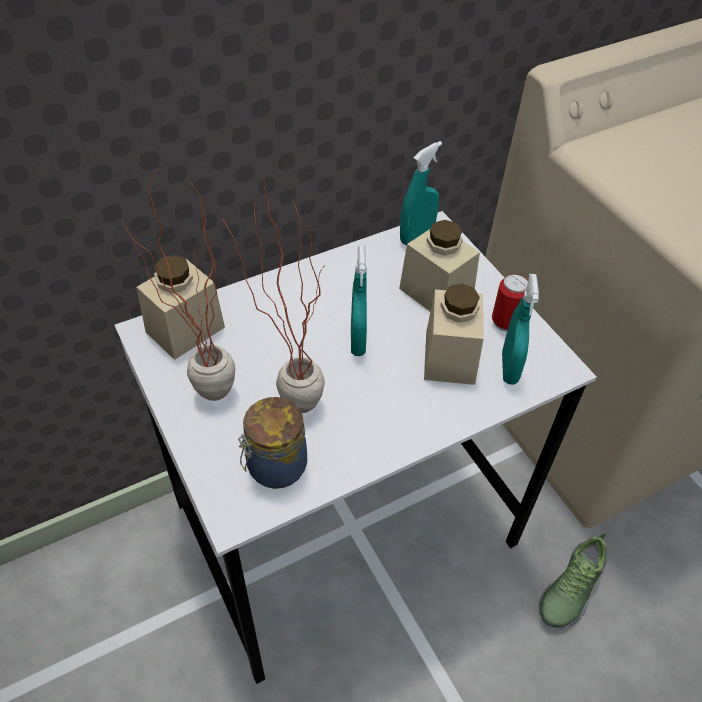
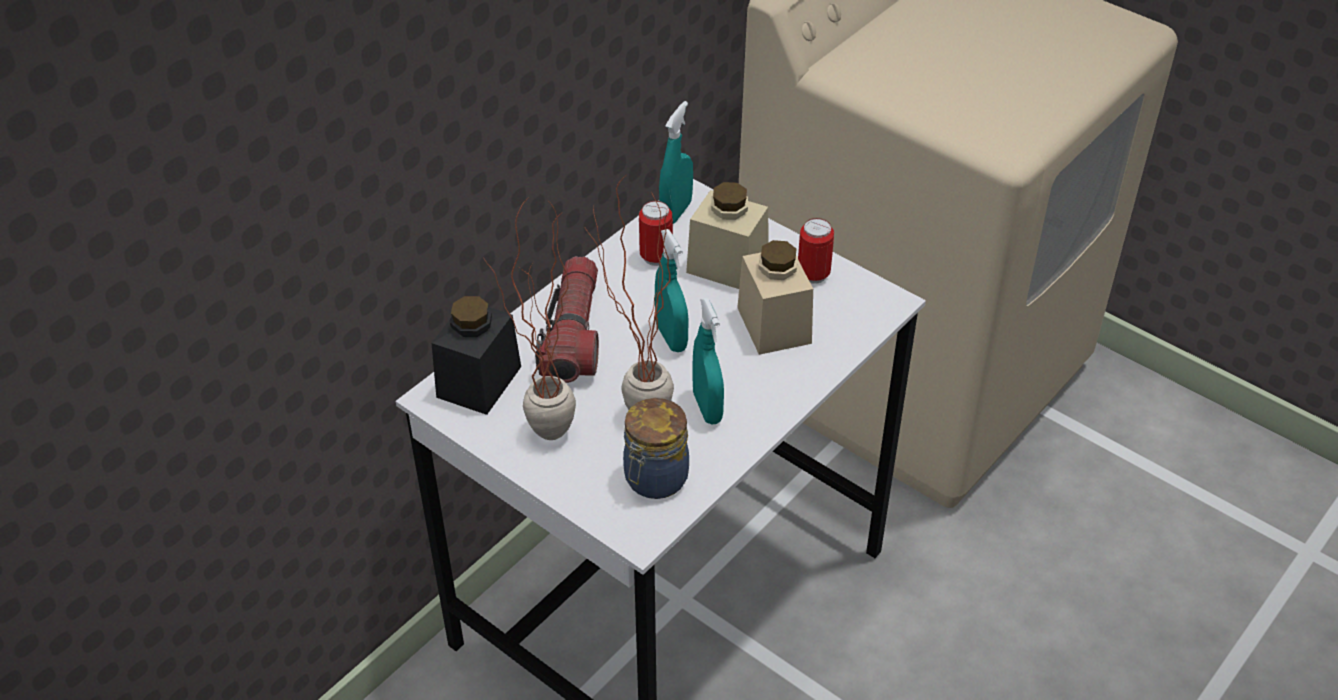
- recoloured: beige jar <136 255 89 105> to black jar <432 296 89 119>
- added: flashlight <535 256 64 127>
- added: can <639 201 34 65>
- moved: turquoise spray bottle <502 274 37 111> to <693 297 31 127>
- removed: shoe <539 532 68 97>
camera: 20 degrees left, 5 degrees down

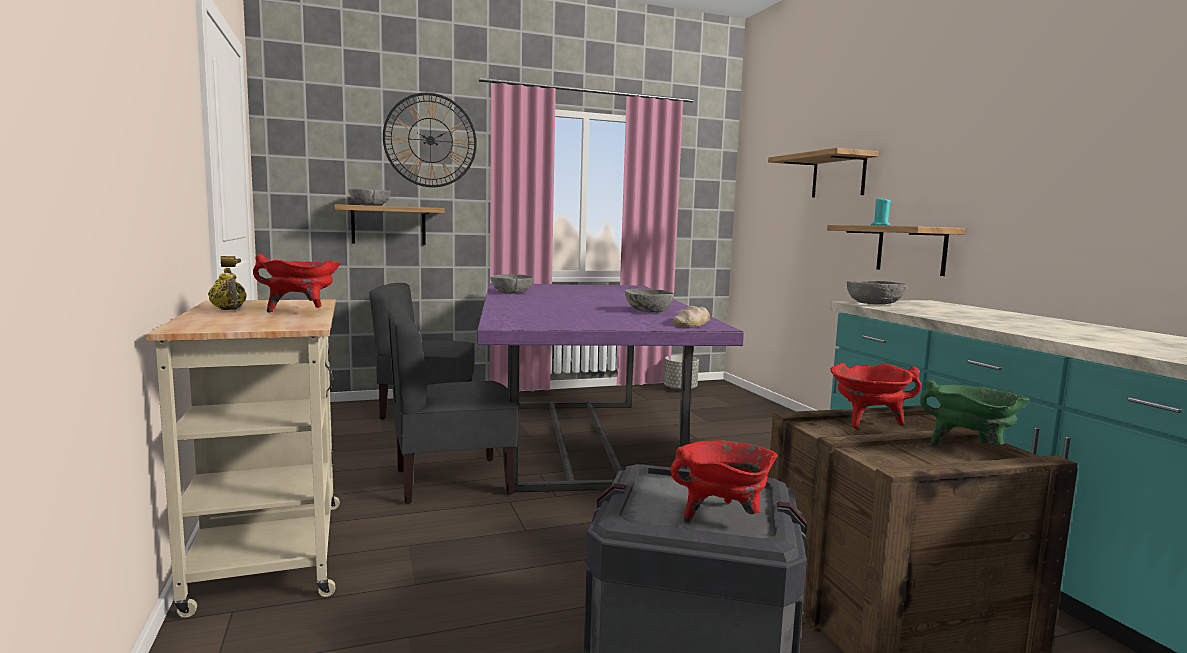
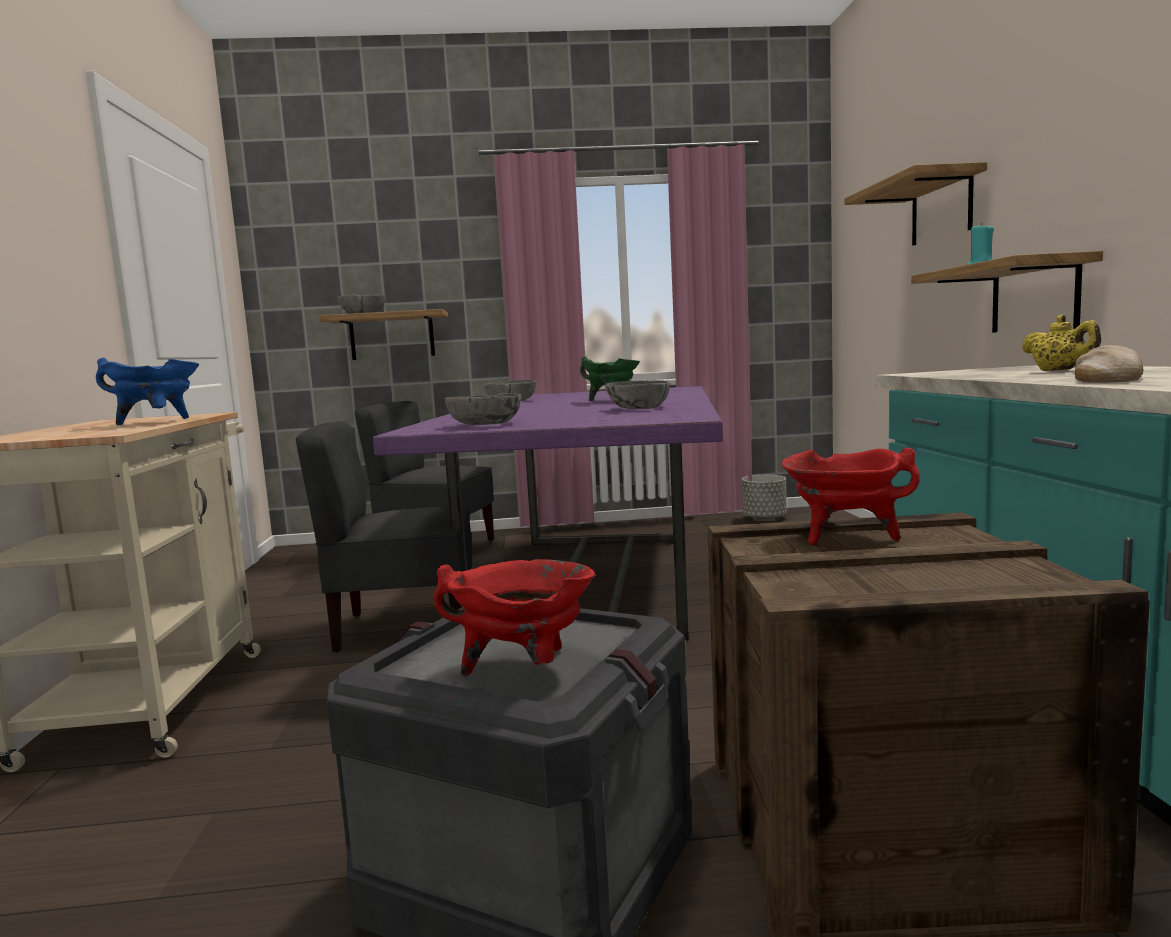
- recoloured: red cooking pot <253 254 88 59> to blue cooking pot <96 358 103 67>
- moved: grey bowl <847 281 61 23> to <445 393 76 32>
- moved: green cooking pot <920 380 110 67> to <580 356 60 45>
- moved: yellow teapot <208 267 39 43> to <1021 314 80 57>
- moved: bread <673 306 37 22> to <1075 345 69 38>
- removed: wall clock <383 93 94 94>
camera: 15 degrees right, 0 degrees up

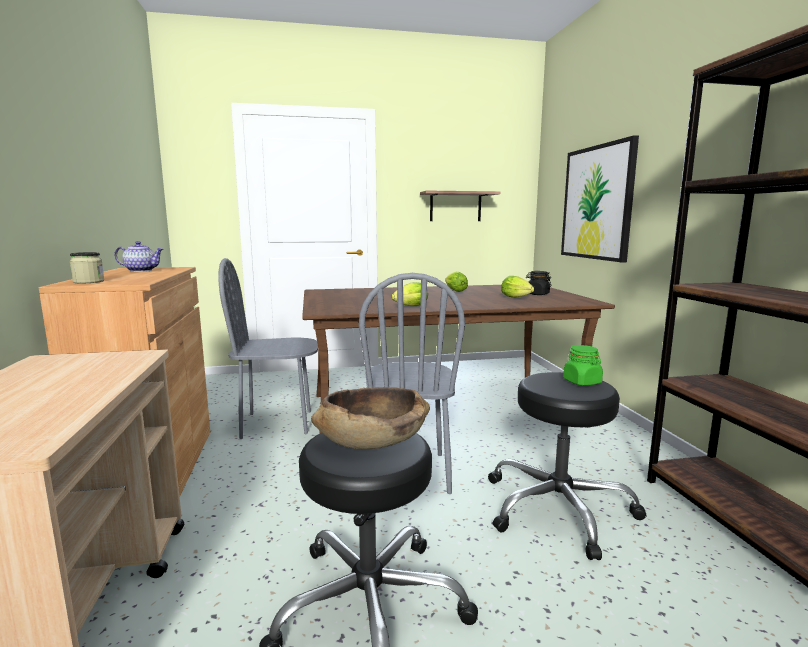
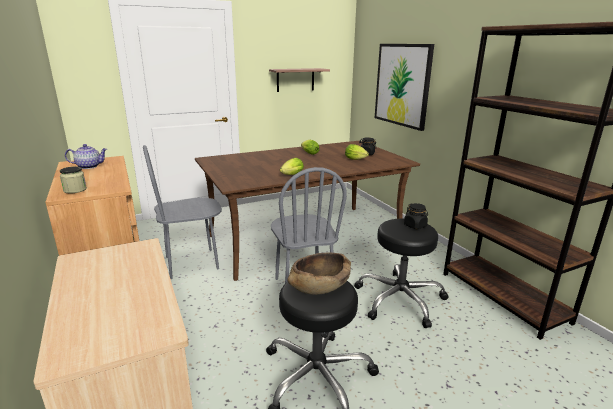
- recoloured: green jar <563 345 40 41> to black jar <404 203 24 26>
camera: 15 degrees left, 10 degrees up

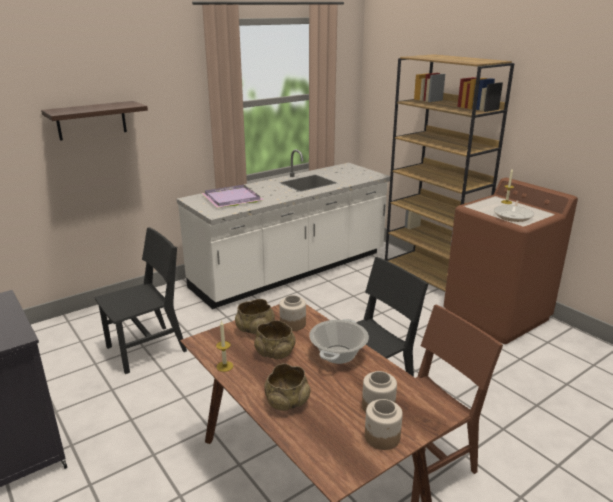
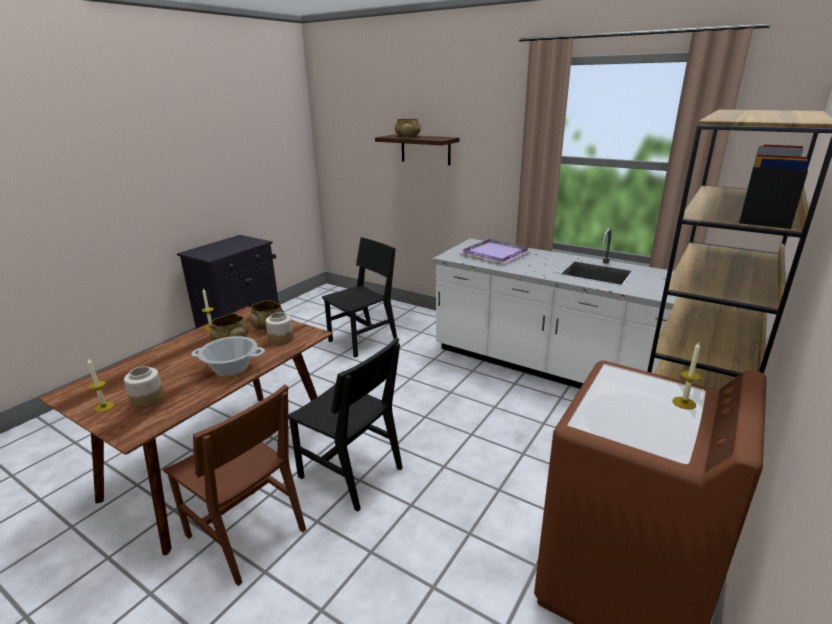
- replaced: jar <365 399 38 51> to candle <87 358 27 54>
- turned: black chair <95 227 92 147> = <322 237 75 121> 75 degrees counterclockwise
- moved: beige bowl <264 363 46 48> to <395 119 26 19>
- removed: frying pan <494 200 40 22>
camera: 70 degrees right, 0 degrees up

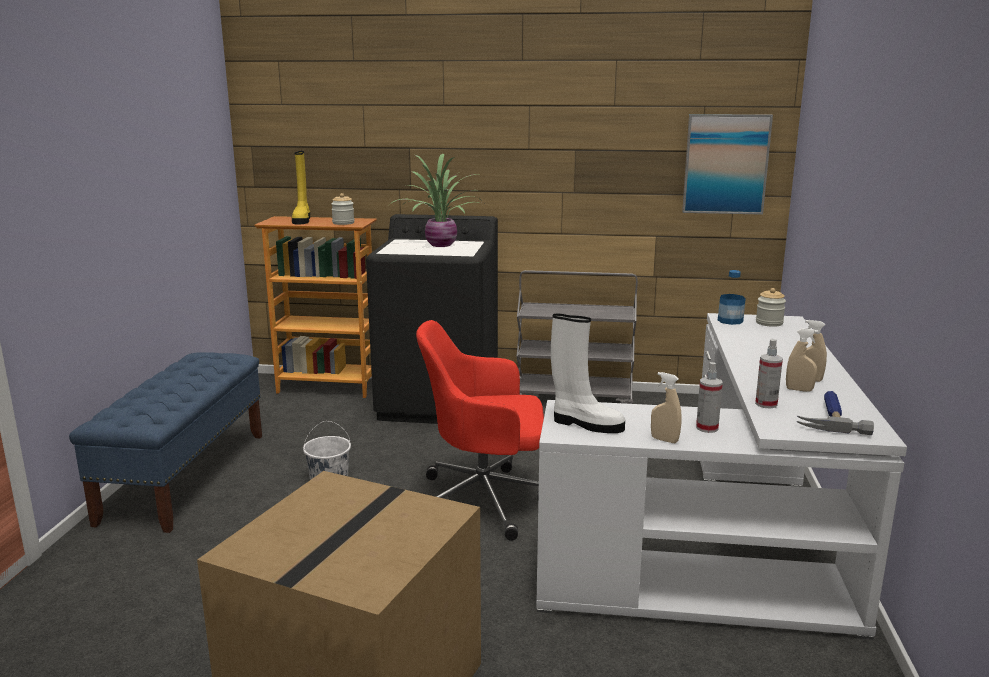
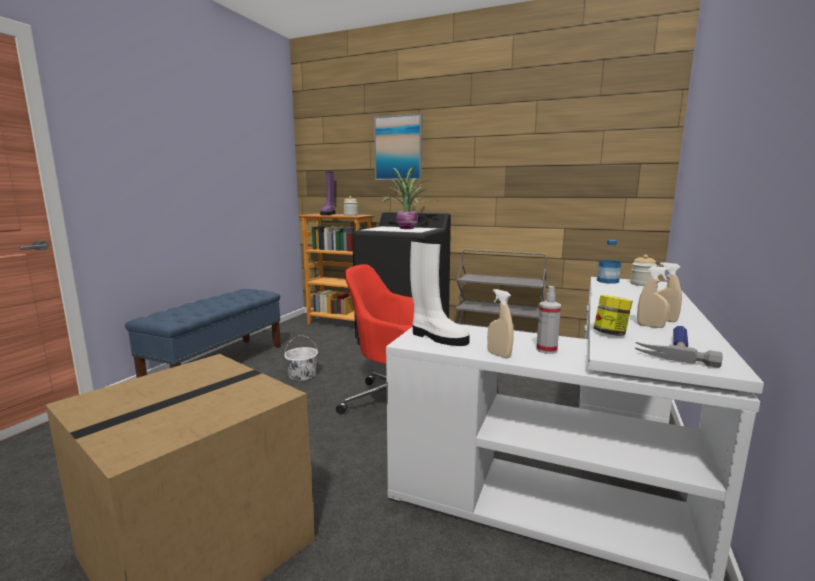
- recoloured: yellow boot <292 151 18 73> to purple boot <320 172 15 43>
- moved: picture <682 114 91 101> to <374 113 48 67>
- replaced: spray bottle <755 339 28 69> to jar <593 295 40 41>
camera: 15 degrees right, 5 degrees down

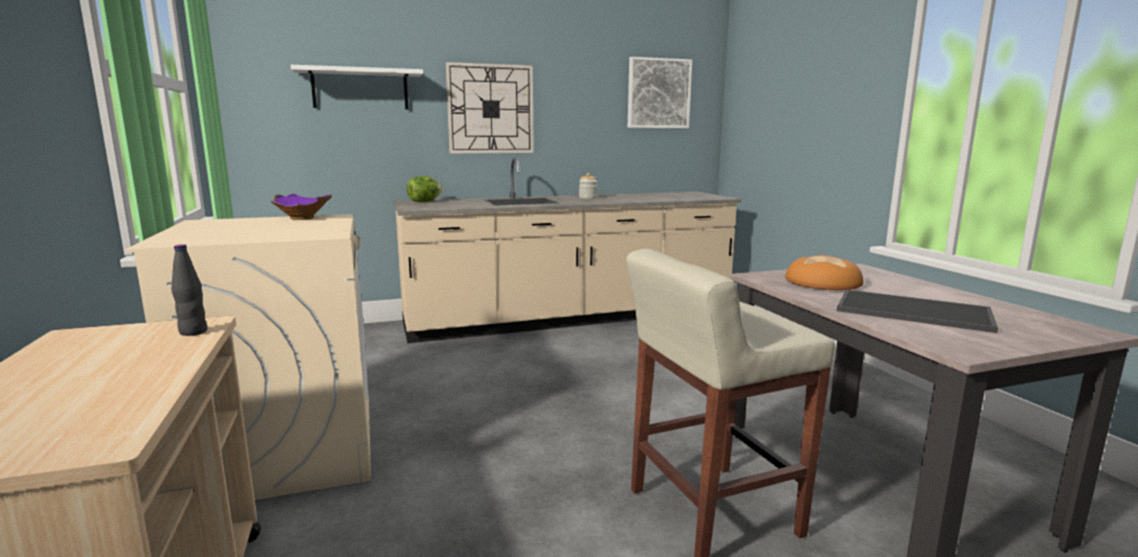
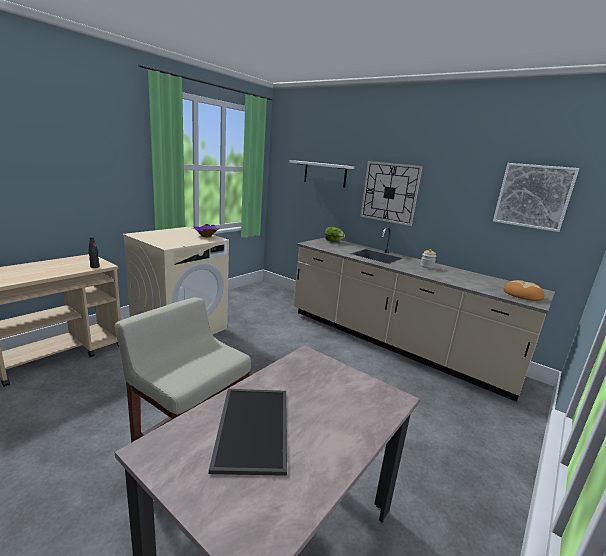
- moved: bread <785 255 78 35> to <504 280 40 21>
camera: 55 degrees right, 5 degrees up

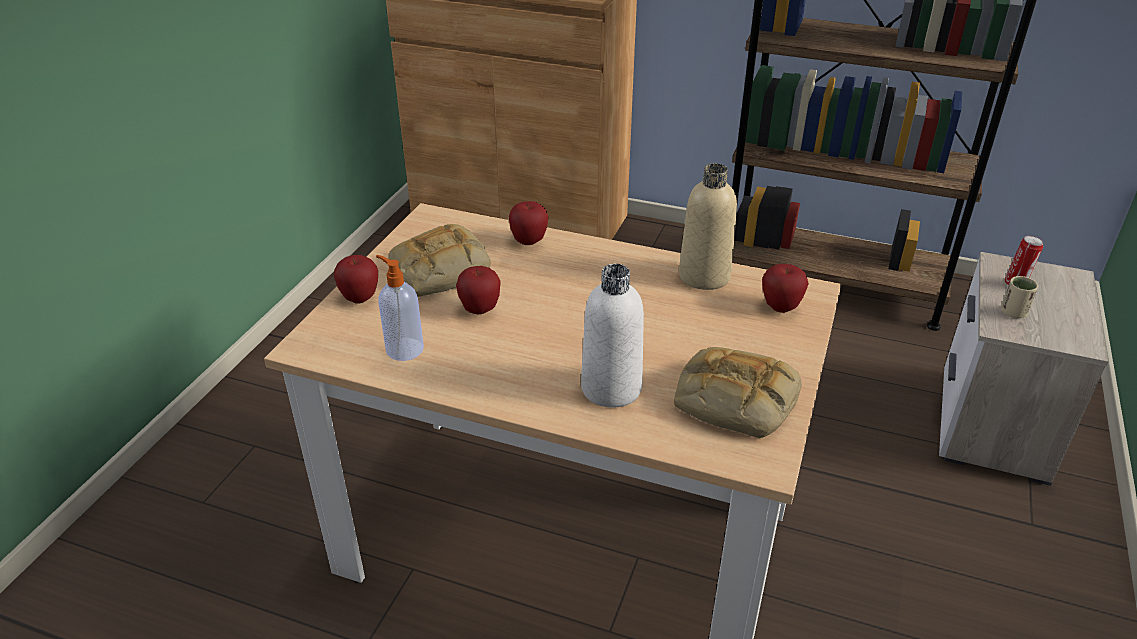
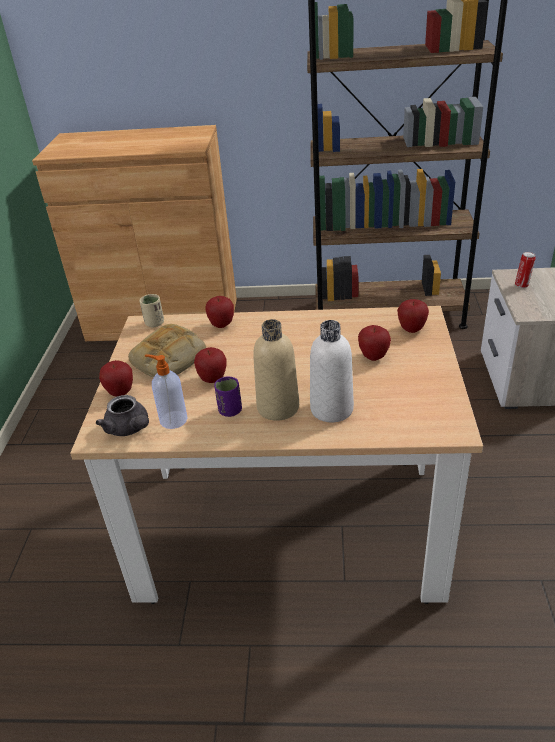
- added: grey teapot <96 395 53 41>
- moved: beige cup <1002 276 36 42> to <140 294 24 33>
- added: purple cup <214 376 28 41>
- moved: beige bottle <679 163 58 127> to <253 319 46 102>
- added: apple <358 325 33 36>
- removed: bread <674 347 128 91>
camera: 15 degrees left, 0 degrees up

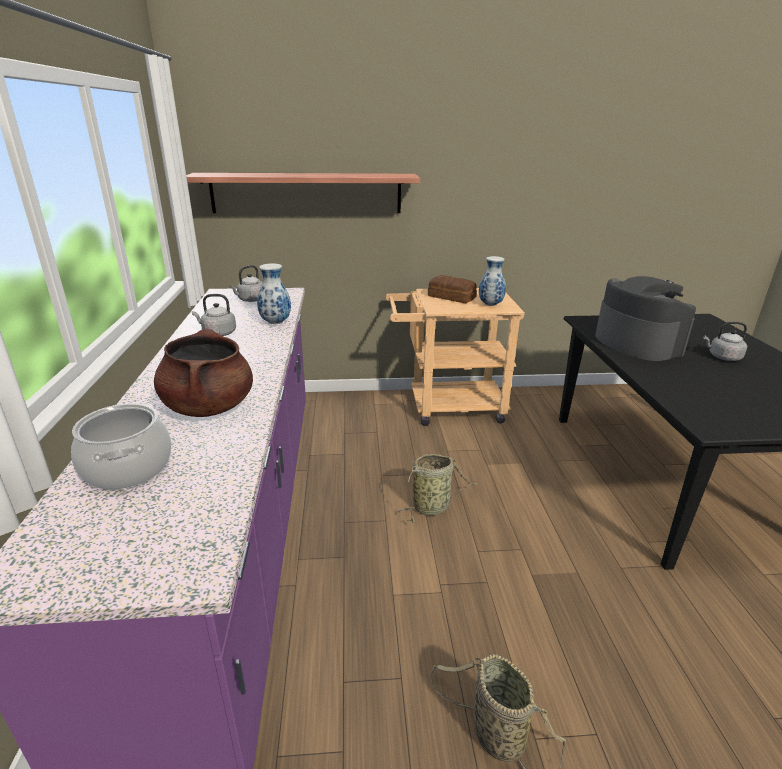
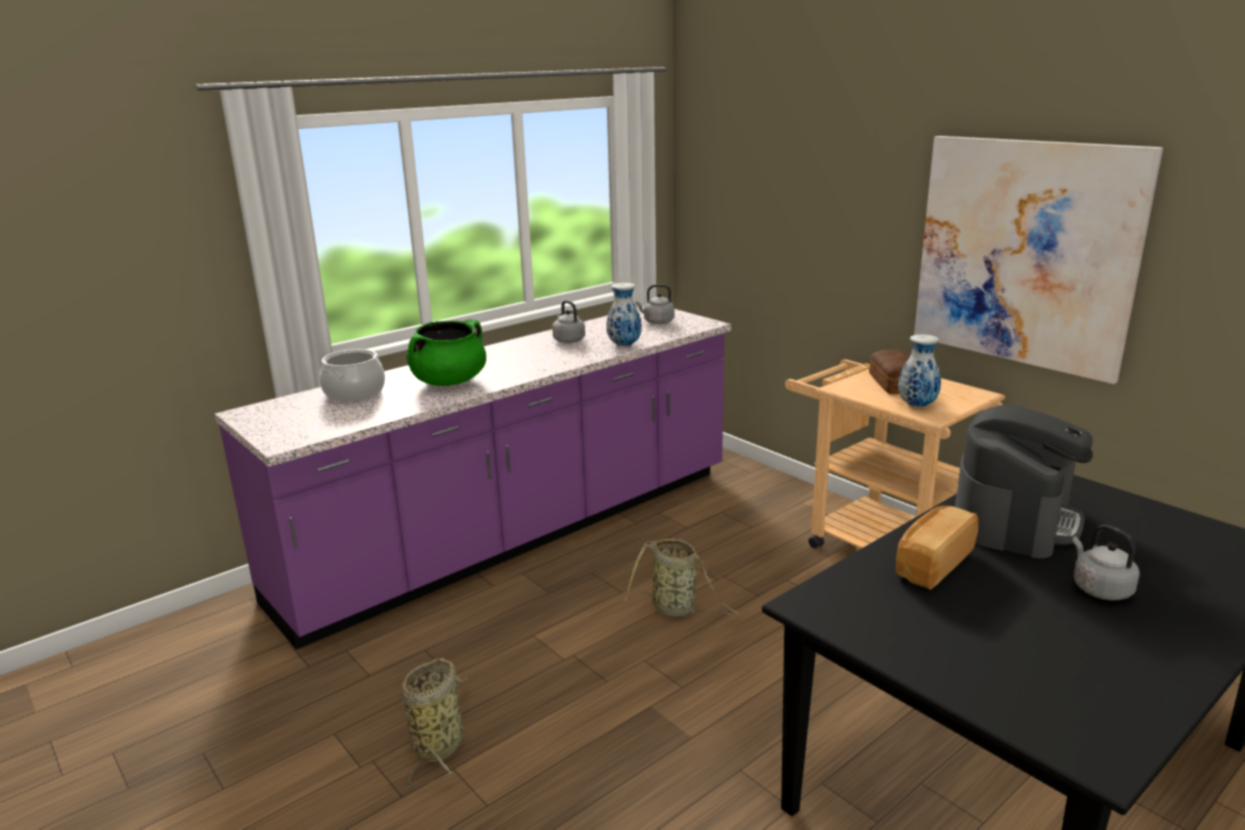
- recoloured: brown cooking pot <154 328 99 89> to green cooking pot <407 319 79 67>
- added: bread <896 506 83 84>
- added: picture <914 136 249 248>
- removed: shelf <186 173 234 40>
camera: 55 degrees right, 5 degrees down

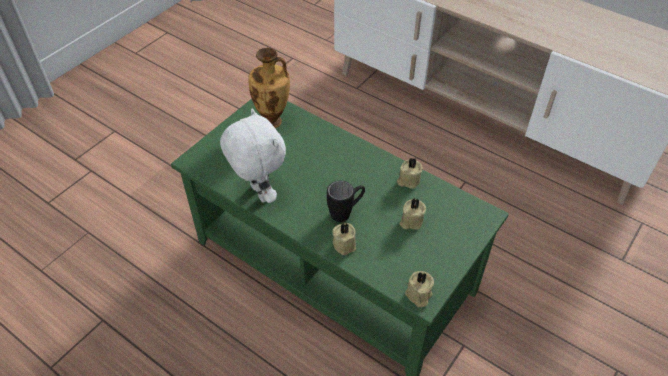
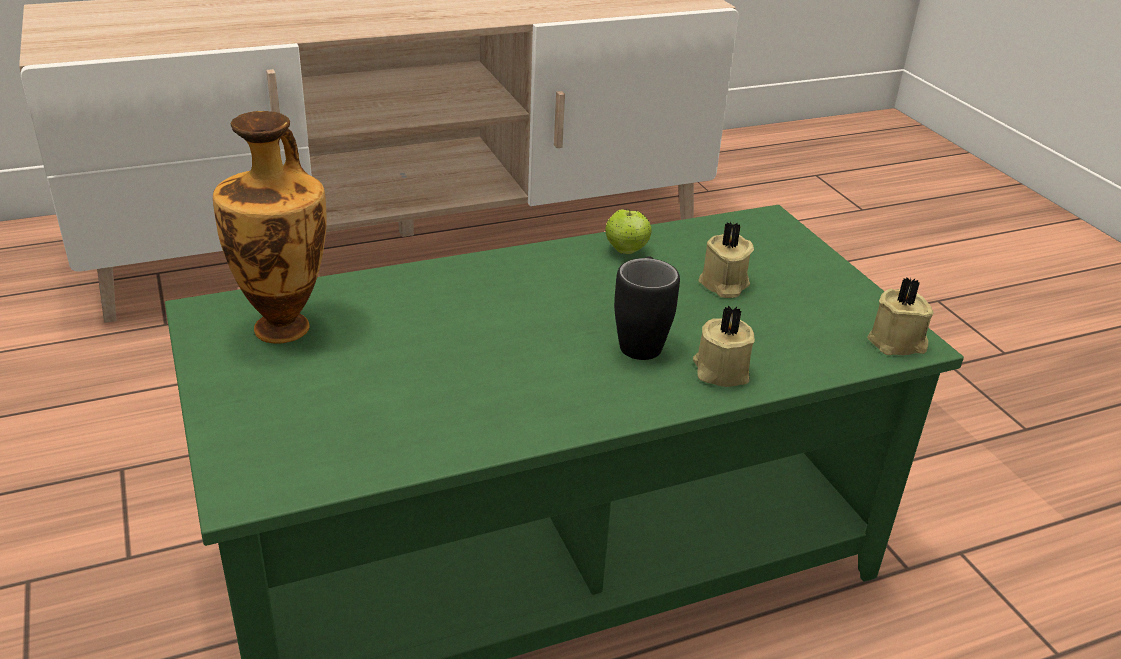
- replaced: beige candle <397 157 26 32> to apple <605 209 47 45>
- removed: white plush toy <220 109 66 94>
camera: 60 degrees left, 15 degrees down

